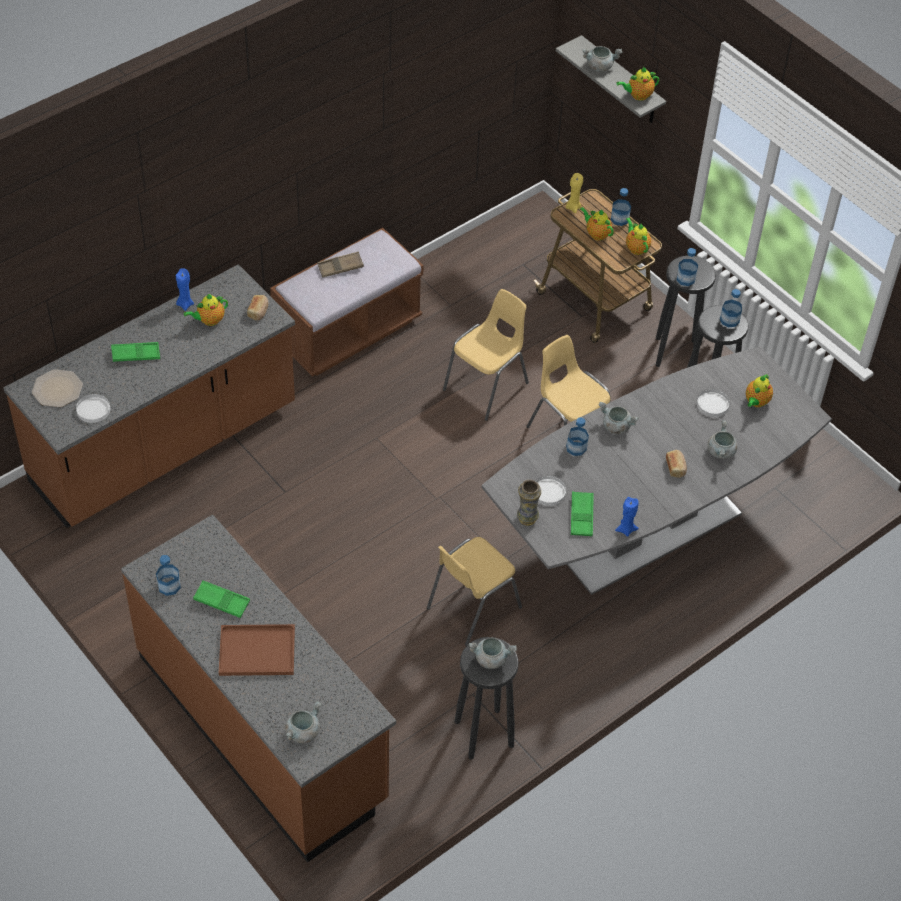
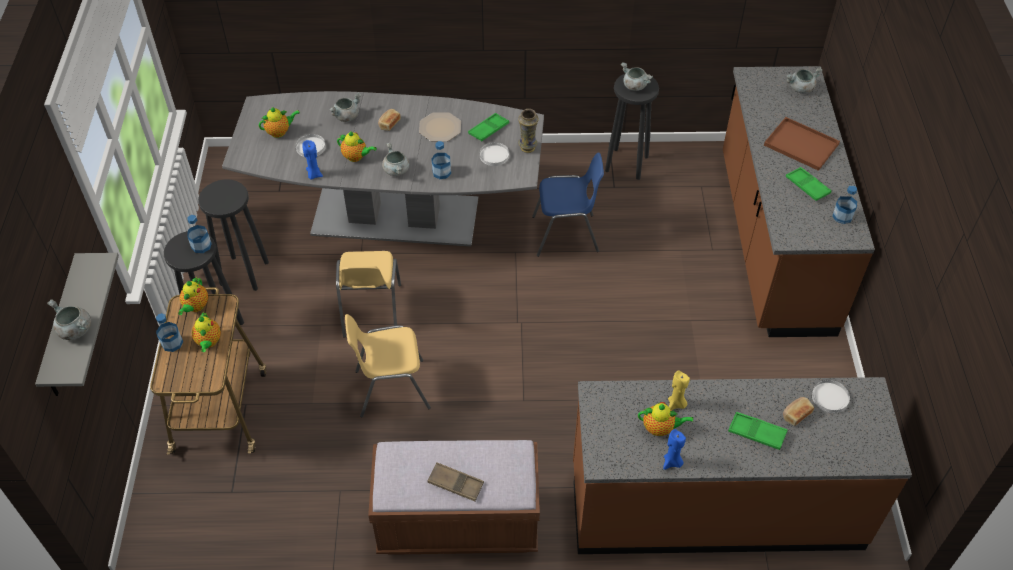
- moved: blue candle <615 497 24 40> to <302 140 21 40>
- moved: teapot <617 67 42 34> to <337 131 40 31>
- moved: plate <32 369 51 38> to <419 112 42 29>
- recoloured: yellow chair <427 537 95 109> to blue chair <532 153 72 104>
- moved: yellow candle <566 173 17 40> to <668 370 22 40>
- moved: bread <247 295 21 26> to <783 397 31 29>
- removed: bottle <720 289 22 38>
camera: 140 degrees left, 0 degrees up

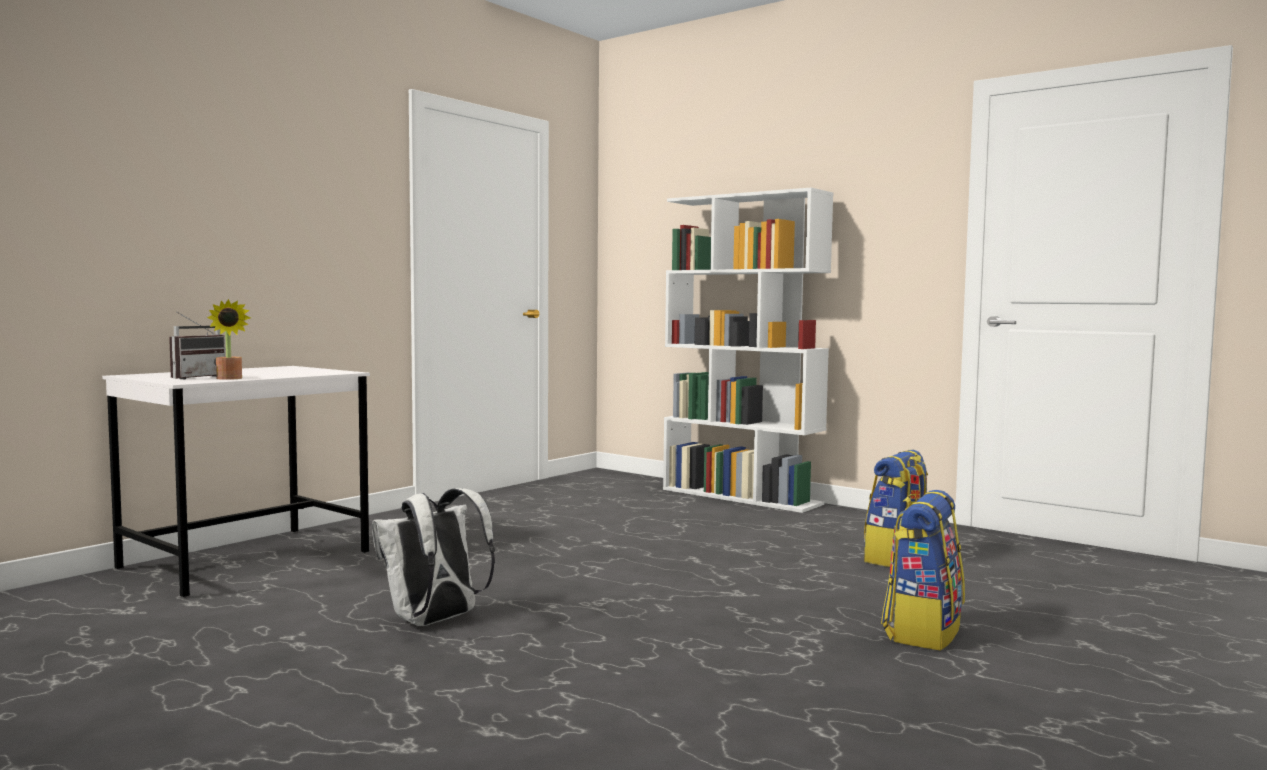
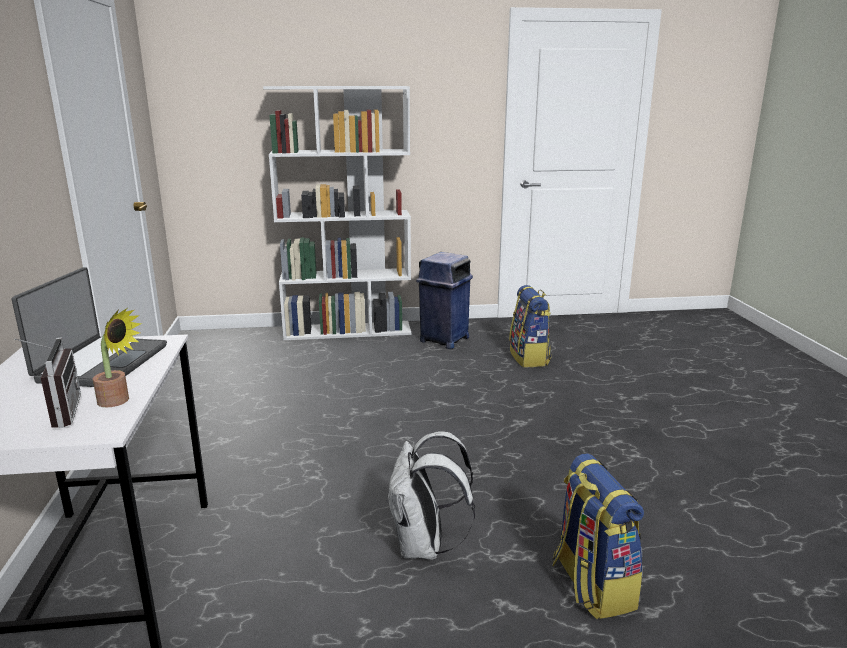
- added: laptop <12 267 155 120>
- added: blue trash can <416 252 57 97>
- moved: backpack <881 490 84 160> to <552 453 92 166>
camera: 45 degrees left, 15 degrees up

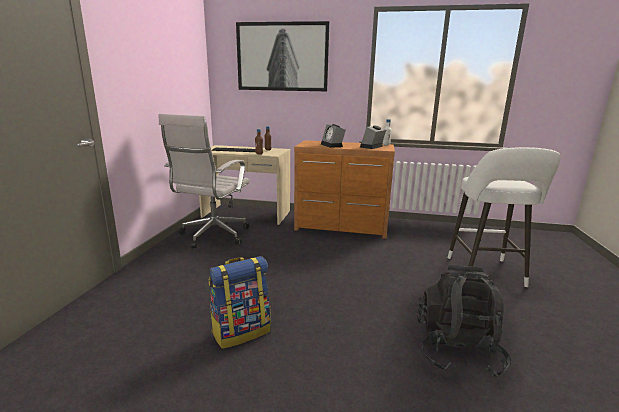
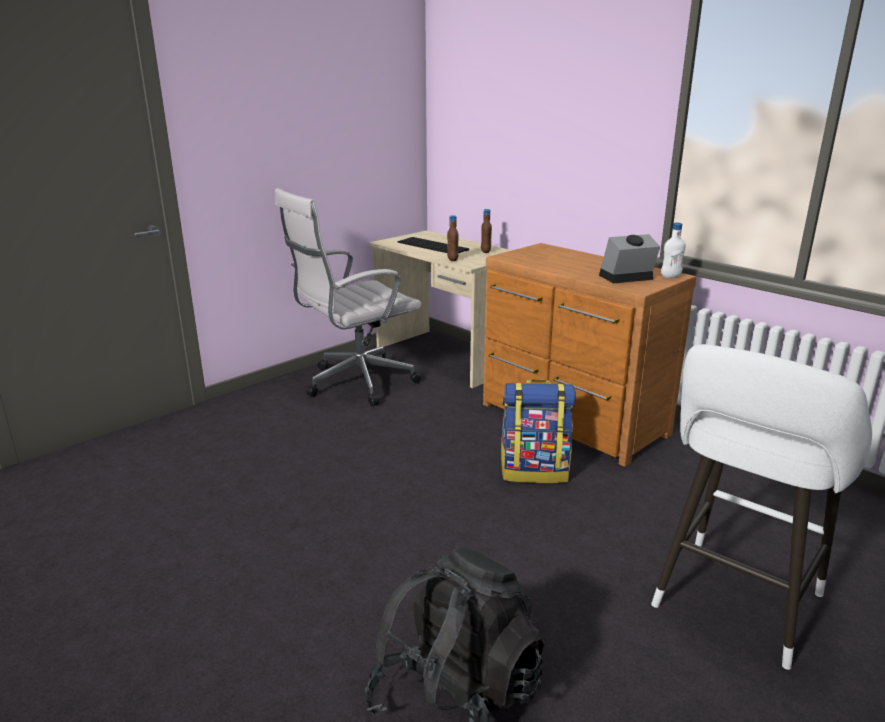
- moved: backpack <209 256 62 93> to <500 379 76 104>
- removed: picture <236 21 93 70>
- removed: alarm clock <321 124 25 24>
camera: 35 degrees right, 5 degrees up

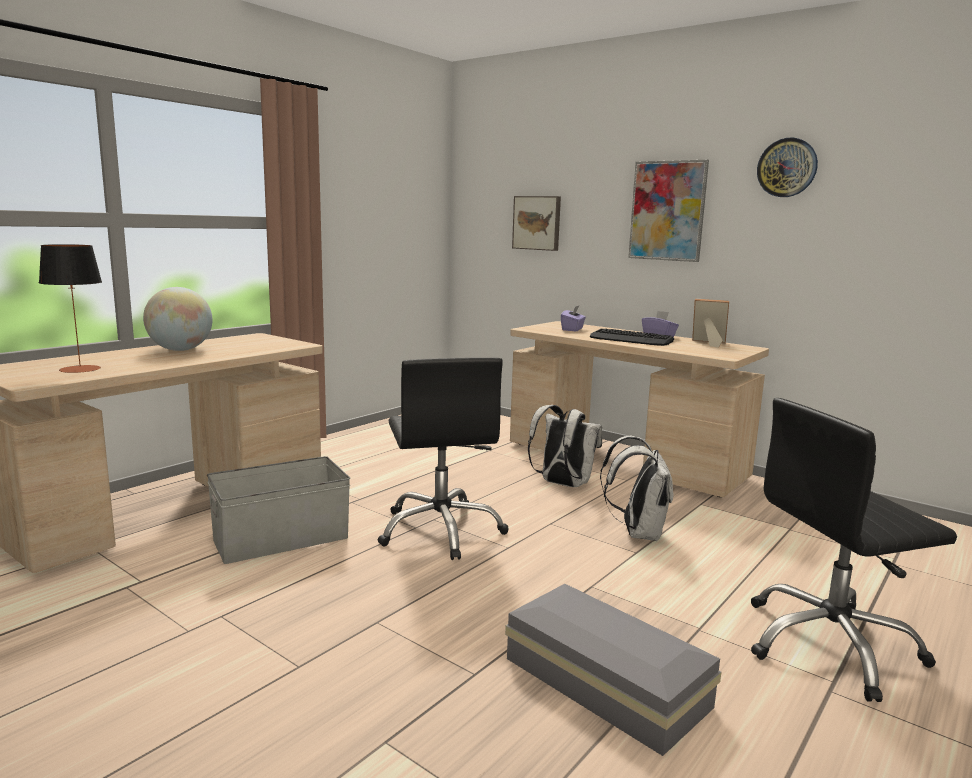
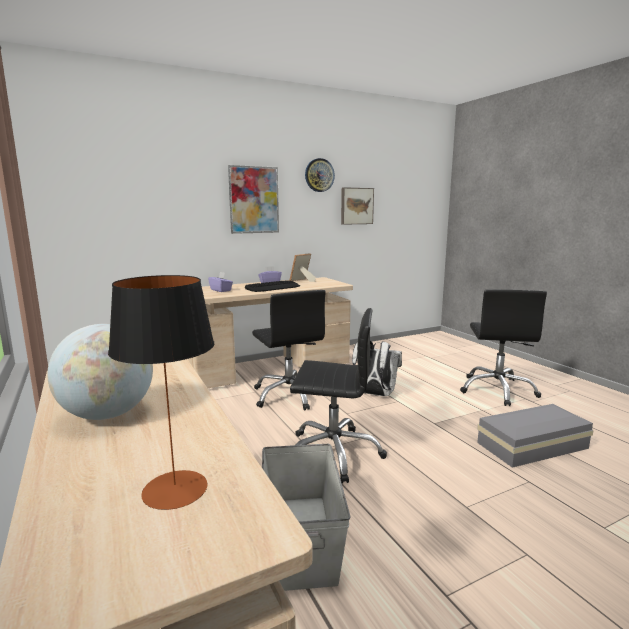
- replaced: white backpack <528 405 74 82> to black office chair <252 290 74 120>
- moved: picture <512 196 49 55> to <341 187 33 38>
camera: 65 degrees left, 0 degrees up

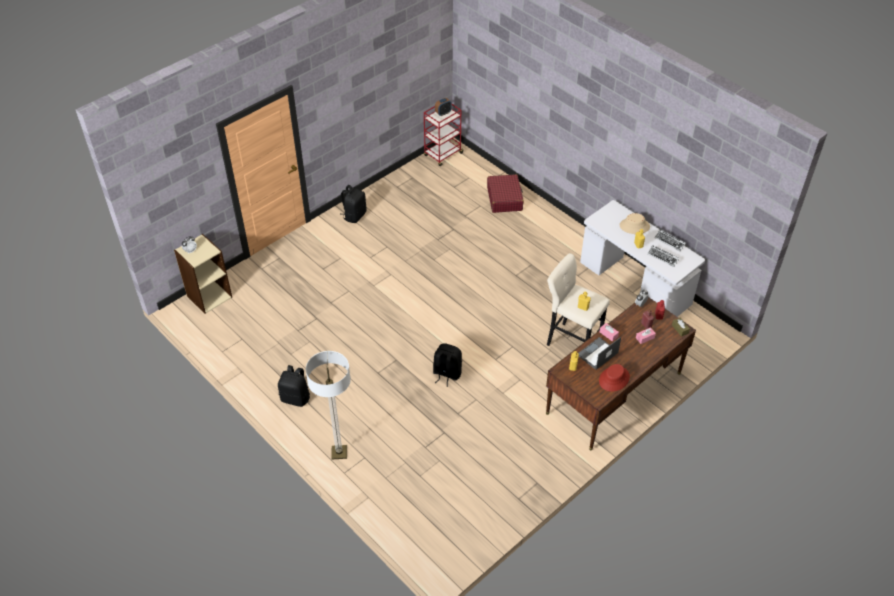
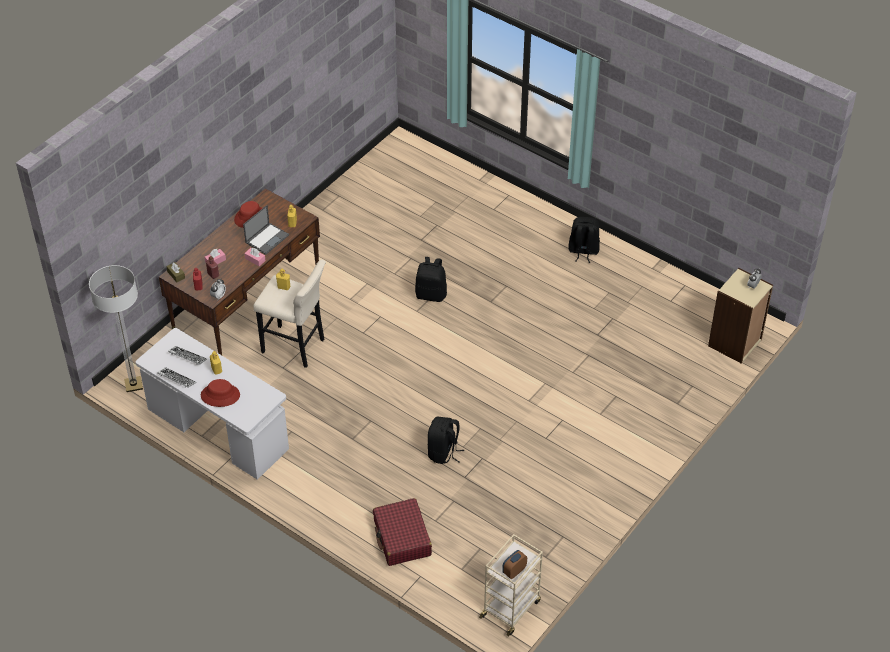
- moved: floor lamp <306 351 45 108> to <89 265 54 127>
- recoloured: beige hat <620 213 30 21> to red hat <201 379 39 28>
- moved: black backpack <341 185 25 38> to <428 417 36 47>
- recoloured: red cart <424 104 41 62> to beige cart <479 534 64 102>
camera: 170 degrees right, 0 degrees up

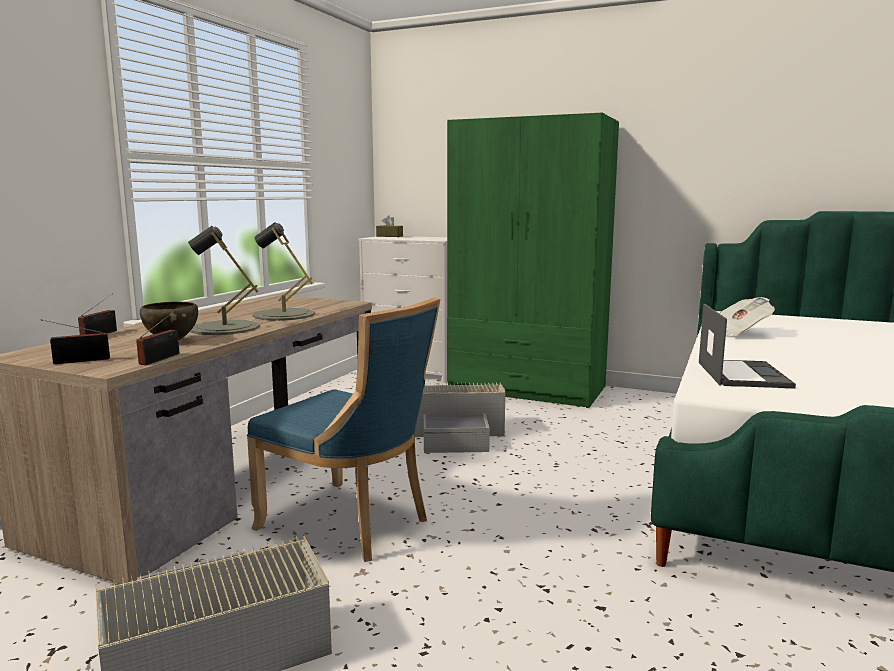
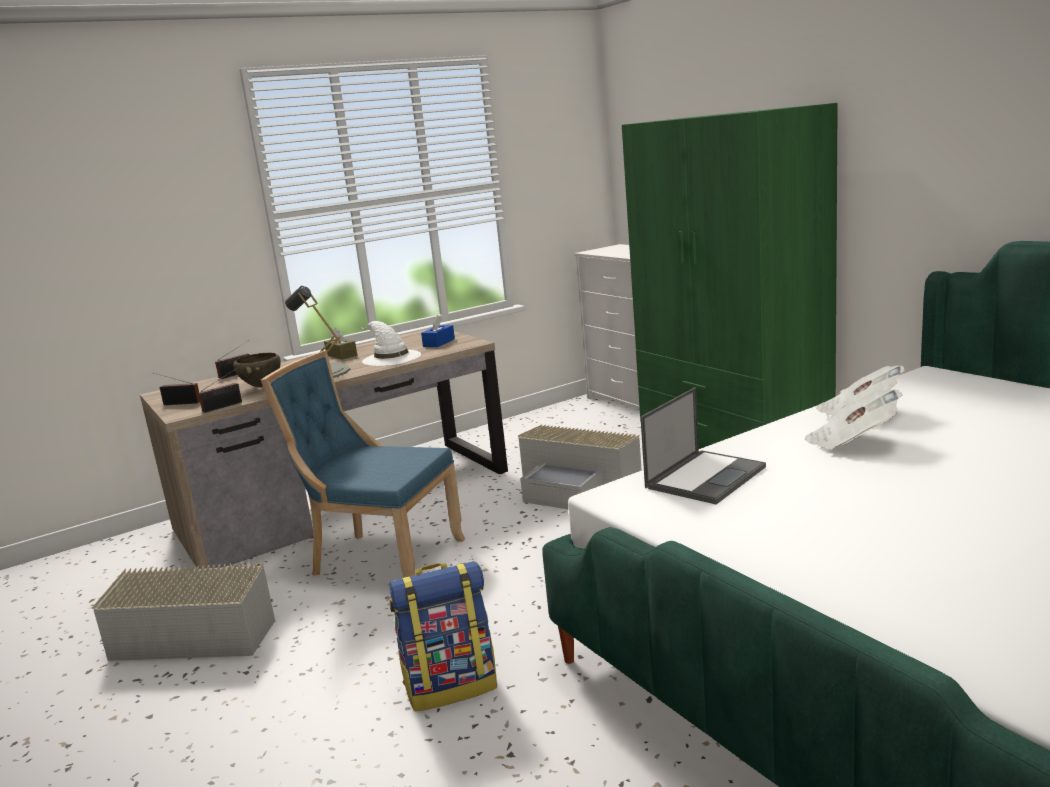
- turned: blue chair <247 298 193 264> = <261 351 205 227> 135 degrees clockwise
- moved: brown tissue box <376 216 27 21> to <324 328 33 32>
- replaced: grey table lamp <252 222 63 99> to white hat <361 321 60 45>
- added: backpack <389 561 108 151>
- added: blue tissue box <421 315 34 32>
- added: newspaper <805 389 98 61>
camera: 35 degrees right, 5 degrees up

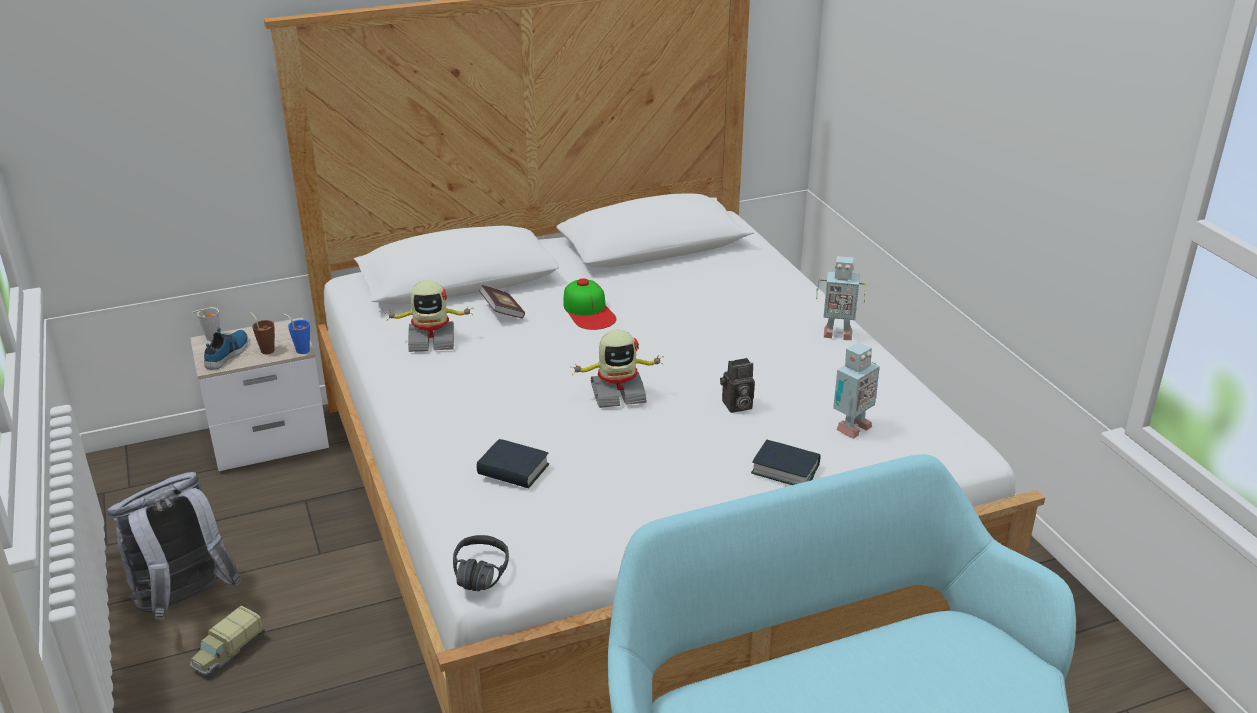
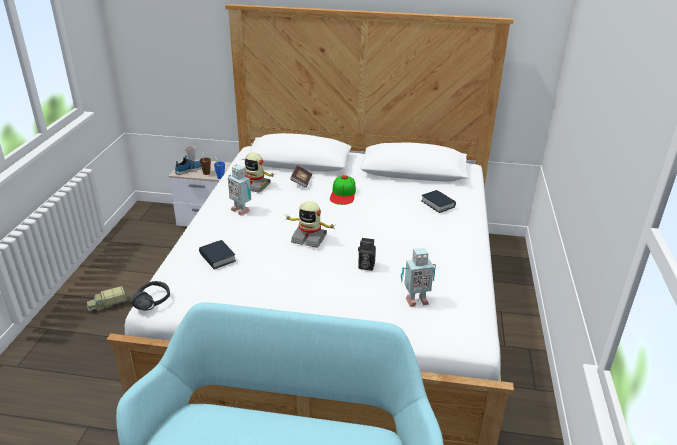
- moved: toy robot <816 256 49 84> to <228 165 23 51>
- moved: book <751 440 70 45> to <421 190 35 23>
- removed: grey backpack <108 472 134 148>
camera: 30 degrees right, 0 degrees up

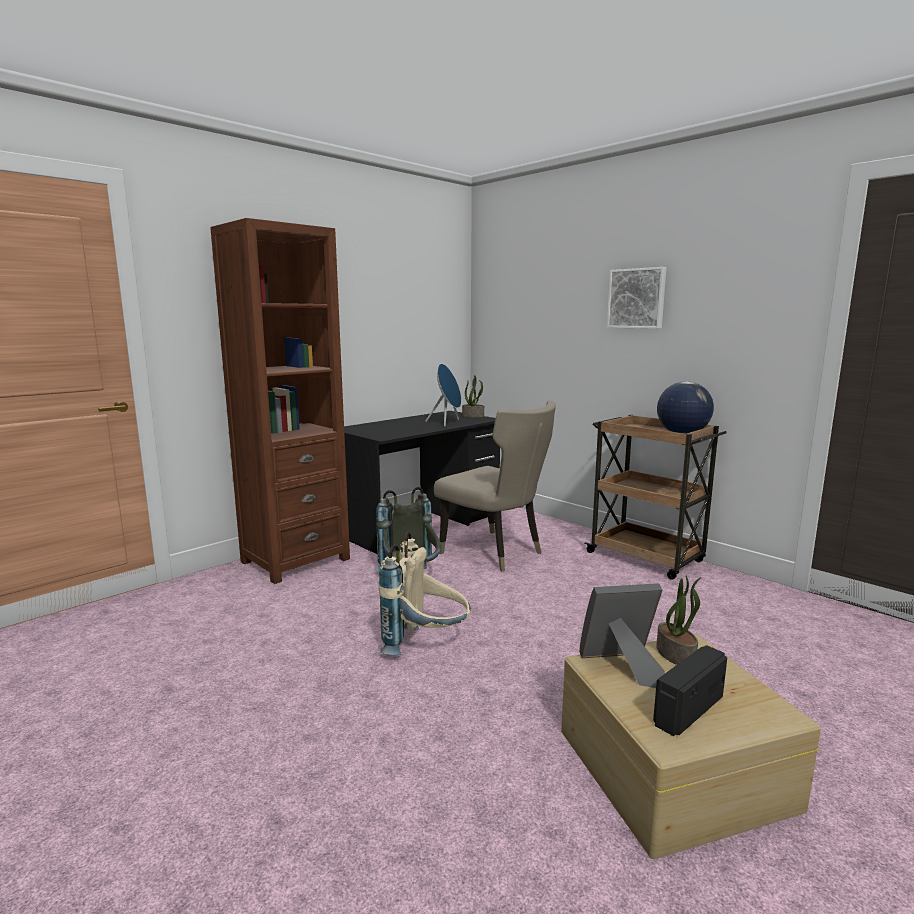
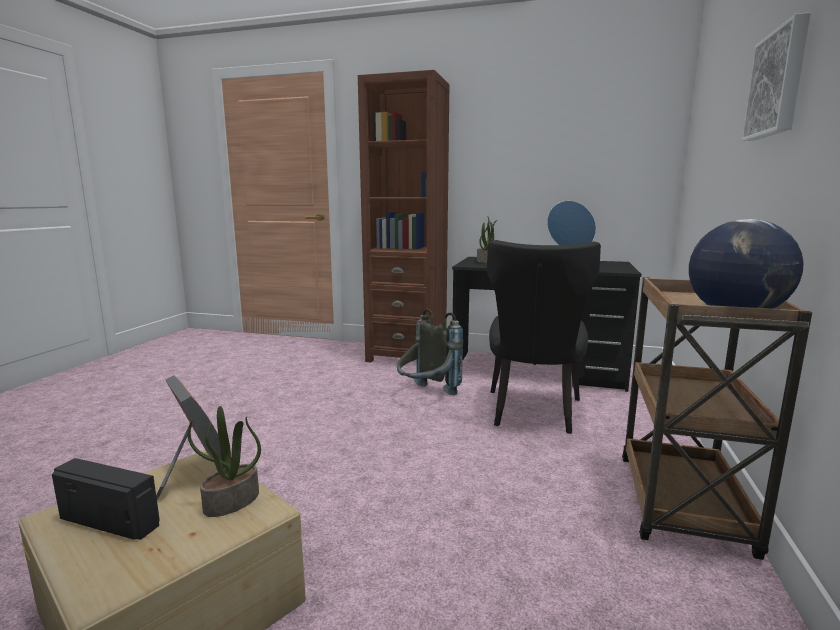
- moved: potted plant <462 375 22 43> to <477 217 20 46>
- recoloured: beige chair <434 400 122 171> to black chair <487 240 114 194>
- removed: beige backpack <378 532 93 123>
camera: 60 degrees right, 0 degrees up

